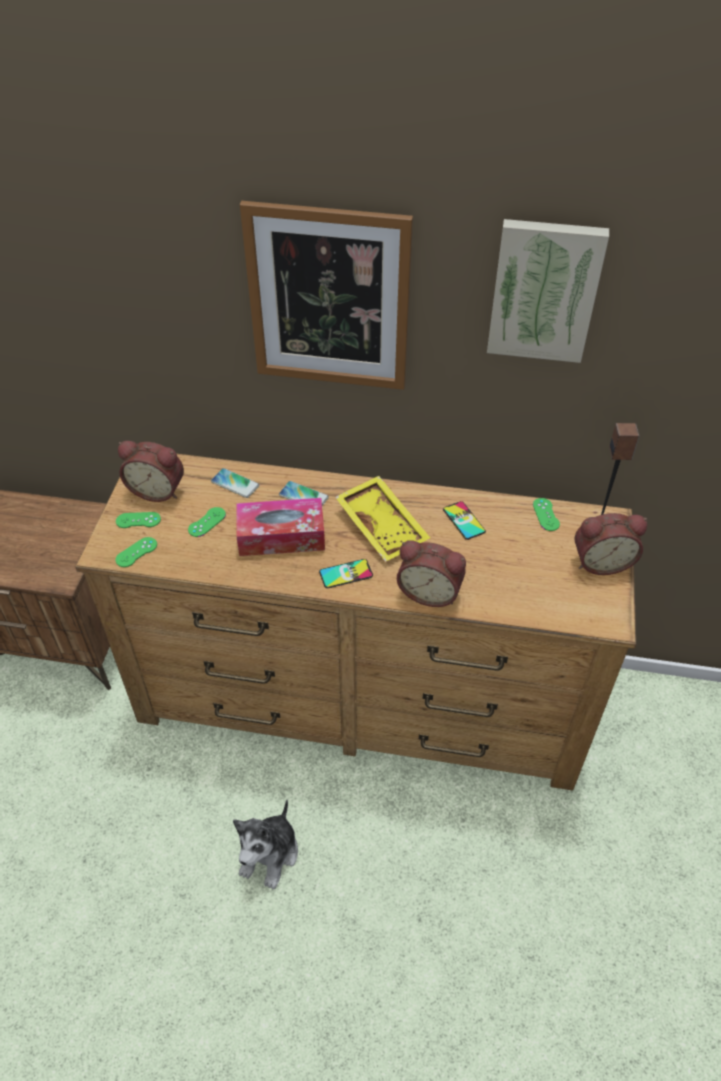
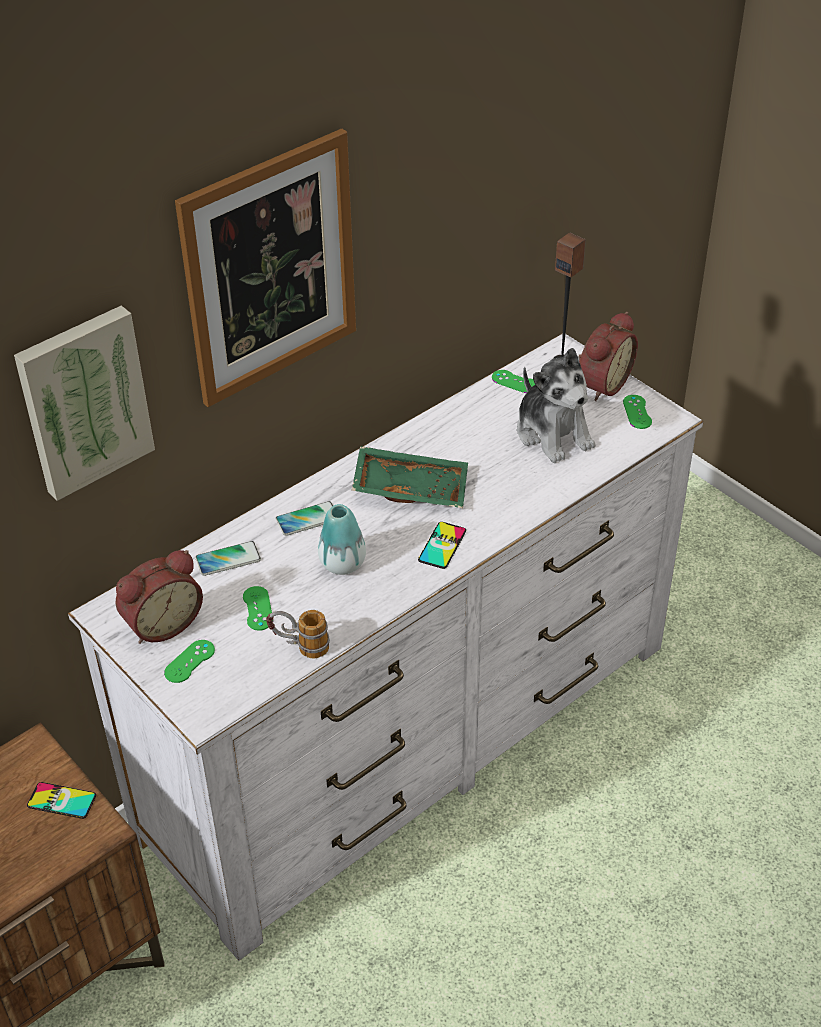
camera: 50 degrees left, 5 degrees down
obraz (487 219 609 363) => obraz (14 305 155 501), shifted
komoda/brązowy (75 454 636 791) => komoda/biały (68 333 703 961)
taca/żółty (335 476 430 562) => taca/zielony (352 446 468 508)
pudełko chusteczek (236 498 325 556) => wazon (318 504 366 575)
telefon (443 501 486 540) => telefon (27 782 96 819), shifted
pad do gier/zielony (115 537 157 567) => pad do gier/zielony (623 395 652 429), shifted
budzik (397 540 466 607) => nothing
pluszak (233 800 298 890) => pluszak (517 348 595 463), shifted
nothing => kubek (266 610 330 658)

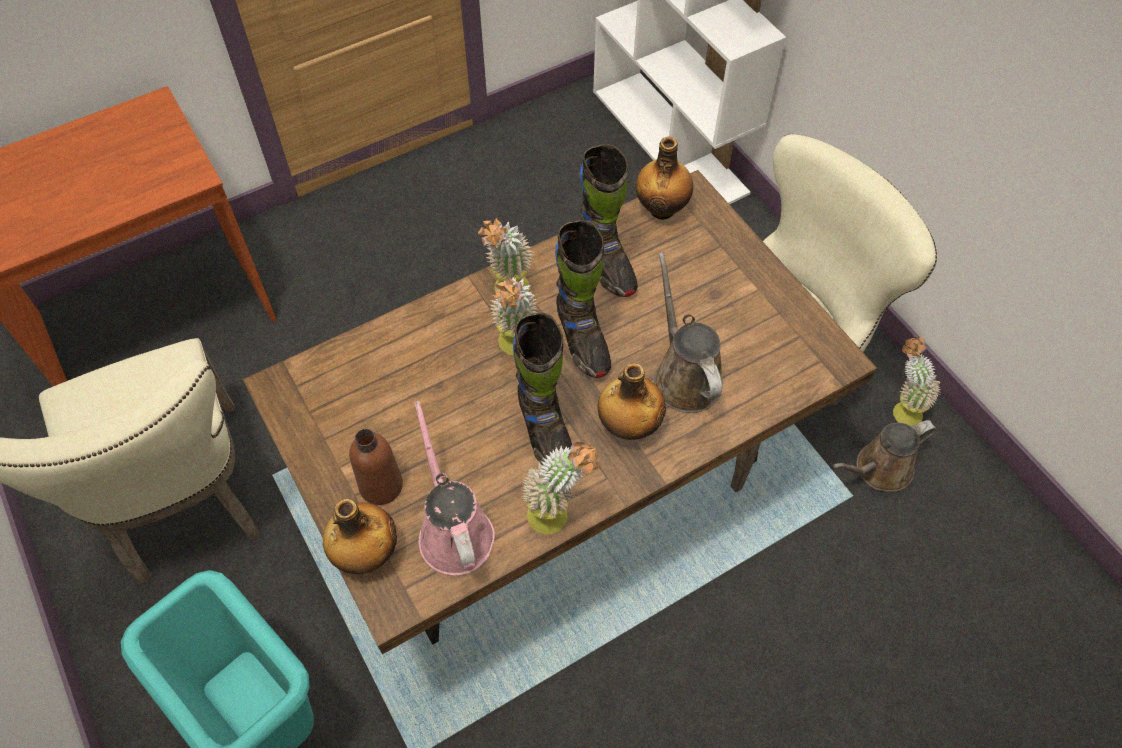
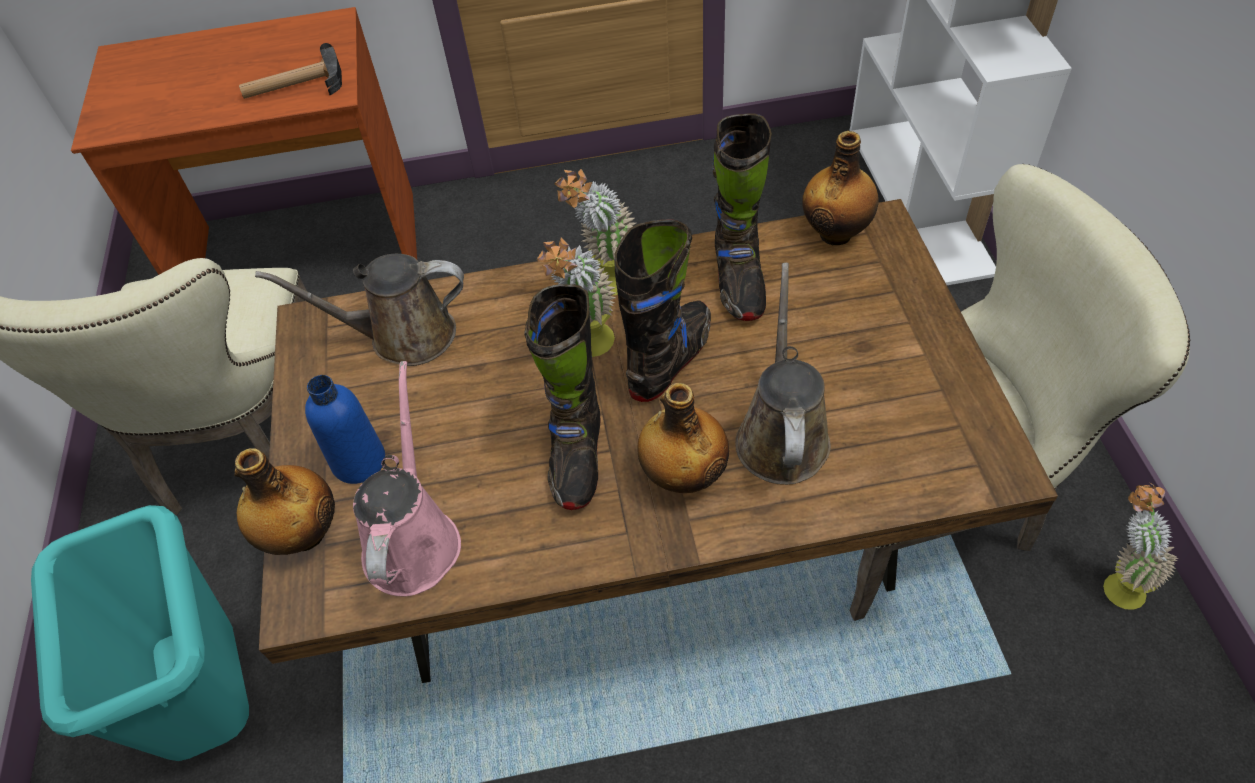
camera: 25 degrees right, 5 degrees down
but z cholewką/czarny (555 220 611 378) => but z cholewką/czarny (614 220 711 402), 150 degrees counterclockwise
konewka/brązowy (833 420 936 491) => konewka/brązowy (255 254 464 366), shifted
butelka/brązowy (349 429 403 505) => butelka/niebieski (305 375 385 484)
roślina doniczkowa (522 442 599 534) => nothing
nothing => młotek (239 43 342 99)

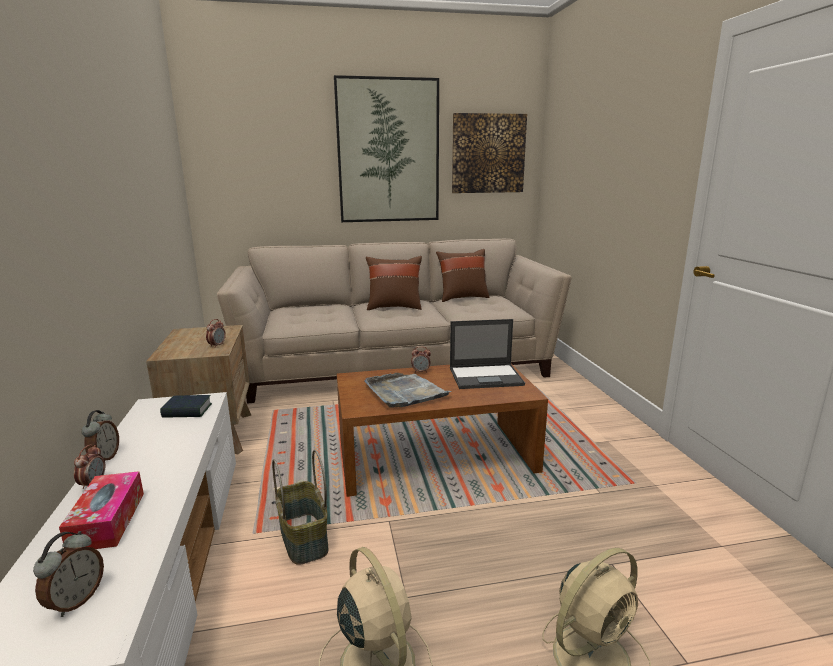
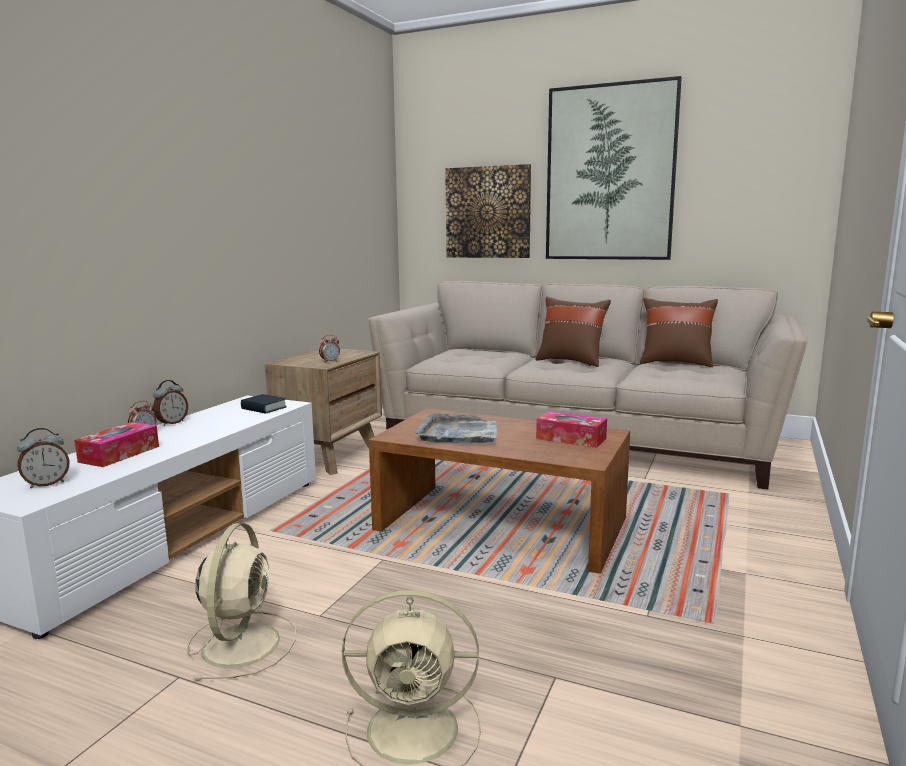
camera: 35 degrees right, 5 degrees down
obraz (452 113 527 193) => obraz (445 164 531 258), shifted
laptop (450 319 525 389) => pudełko chusteczek (536 411 607 448)
budzik (411 346 431 373) => nothing
koszyk (272 450 328 565) => nothing

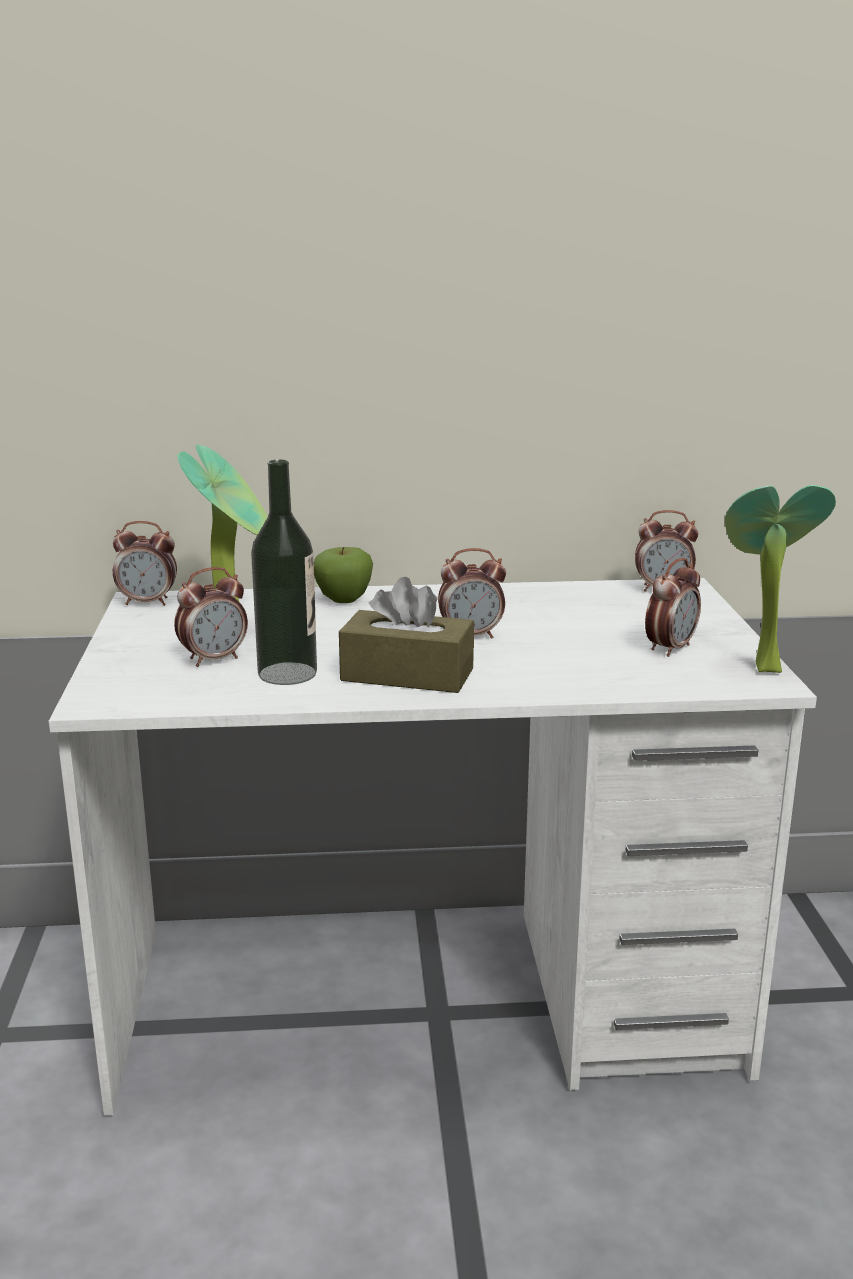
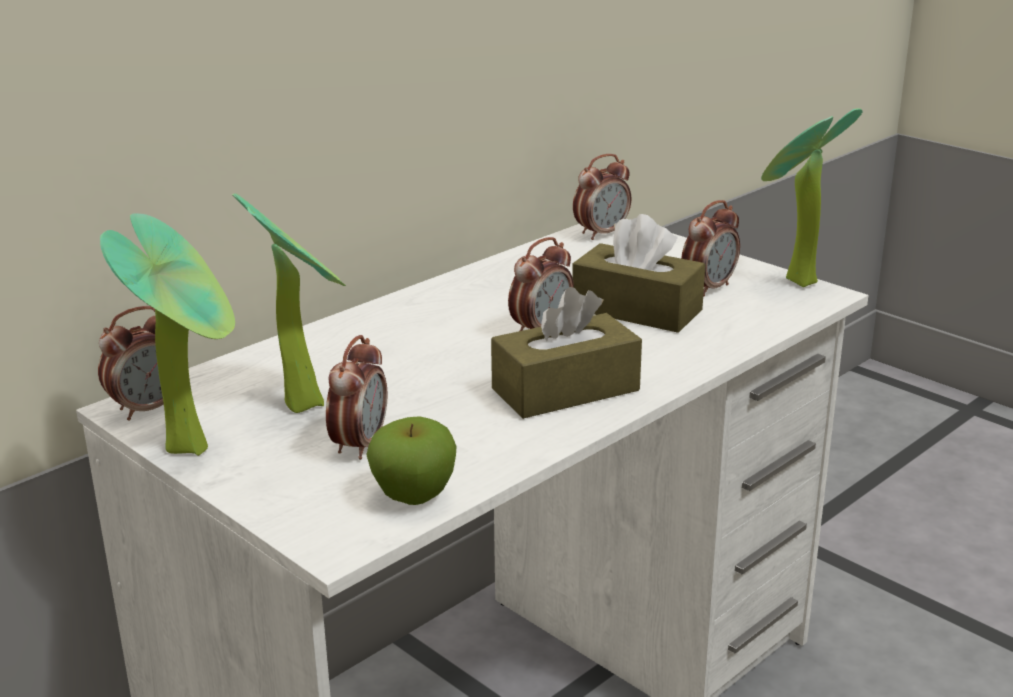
camera: 40 degrees left, 5 degrees up
butelka (251 460 317 685) => nothing
jabłko (314 547 373 603) => jabłko (366 416 456 505), shifted
budzik (645 558 701 657) => budzik (681 200 740 296), 45 degrees clockwise
nothing => roślina doniczkowa (100 213 235 456)
nothing => pudełko chusteczek/brązowy (572 214 705 333)

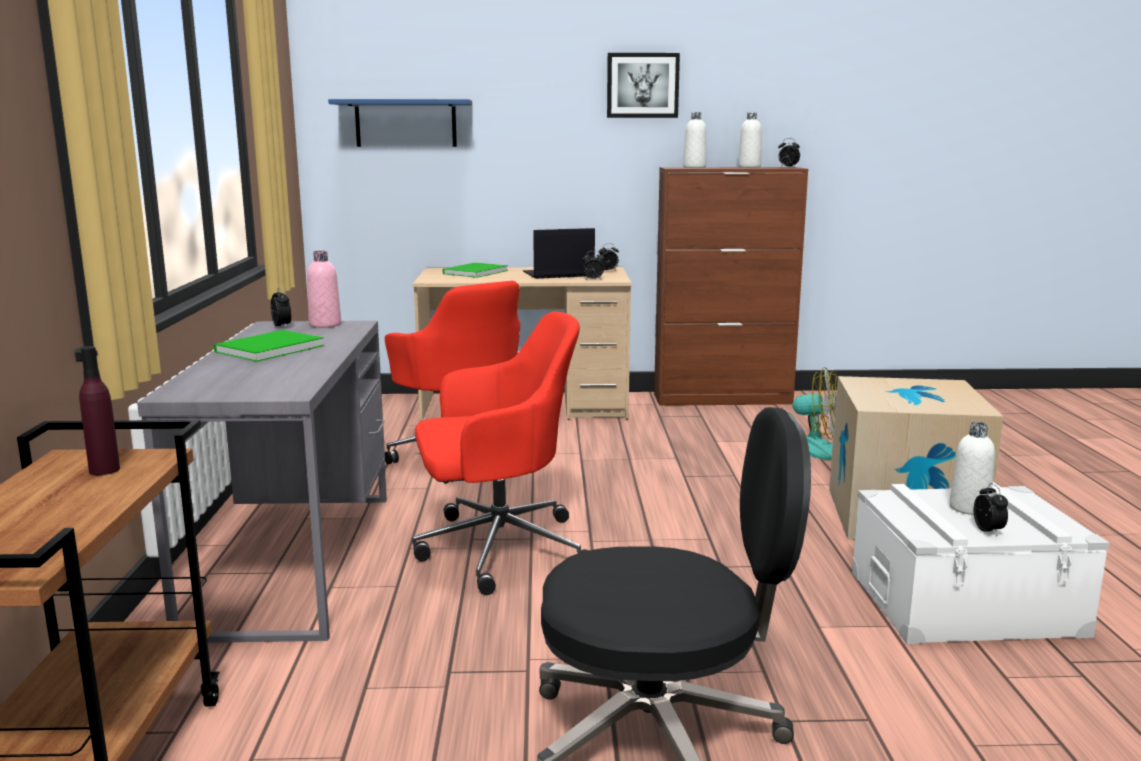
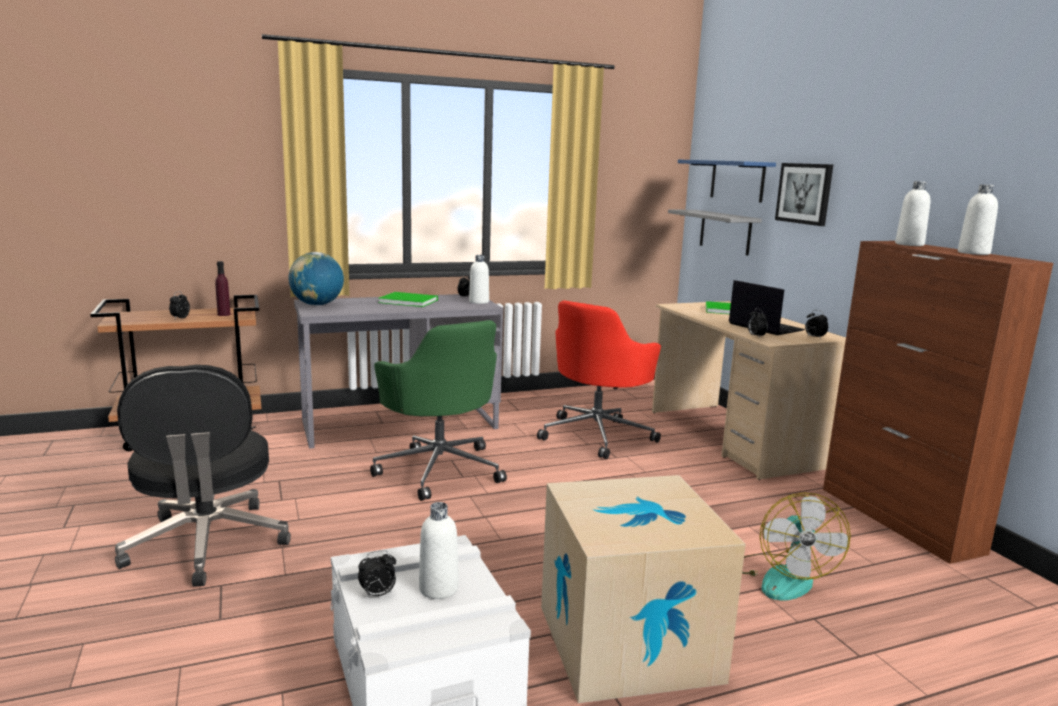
camera: 70 degrees right, 0 degrees up
obraz (607 53 680 118) => obraz (775 163 833 226), shifted
budzik (778 138 800 167) => budzik (169 291 190 319), shifted
butelka/różowy (307 251 341 328) => butelka/biały (469 255 489 304)
krzesło biurowe/czerwony (412 311 589 595) => krzesło biurowe/zielony (370 320 507 501)
nothing => półka/szary (668 209 762 256)
nothing => globus (289 252 344 305)

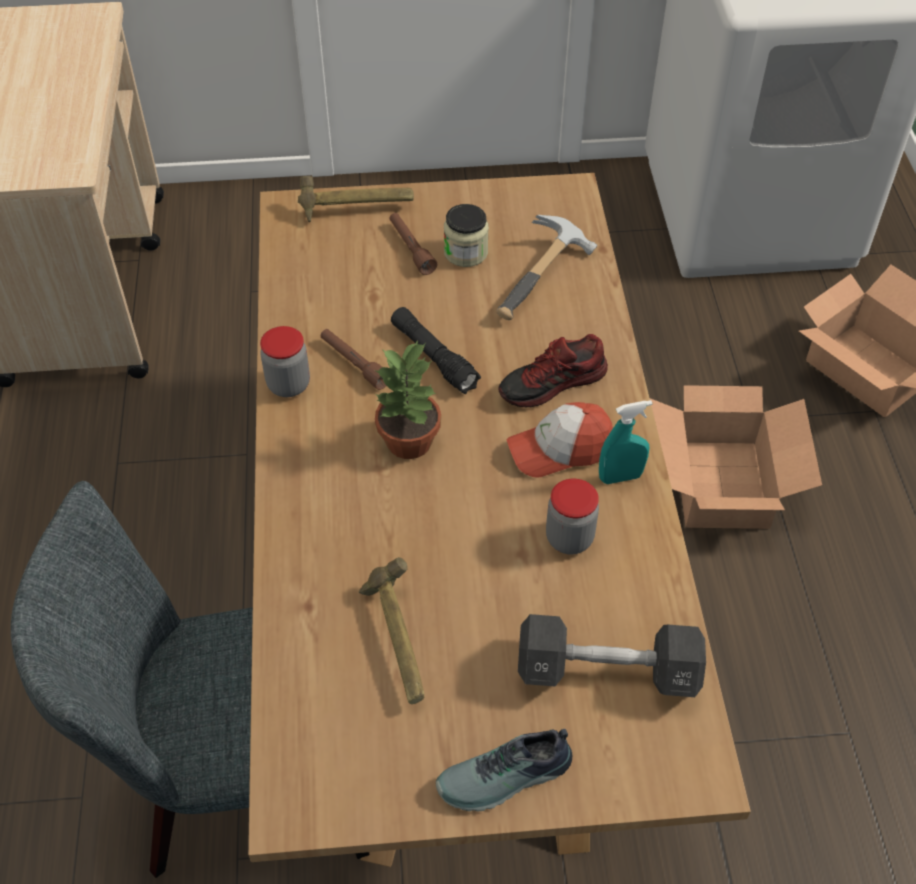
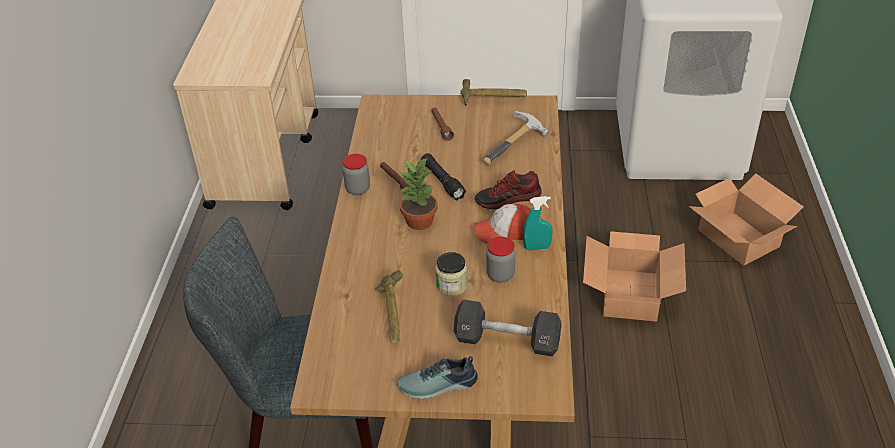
camera: 10 degrees right, 10 degrees down
młotek (298 176 414 222) => młotek (460 79 527 105), shifted
słoik (444 204 489 267) => słoik (435 252 468 296), shifted

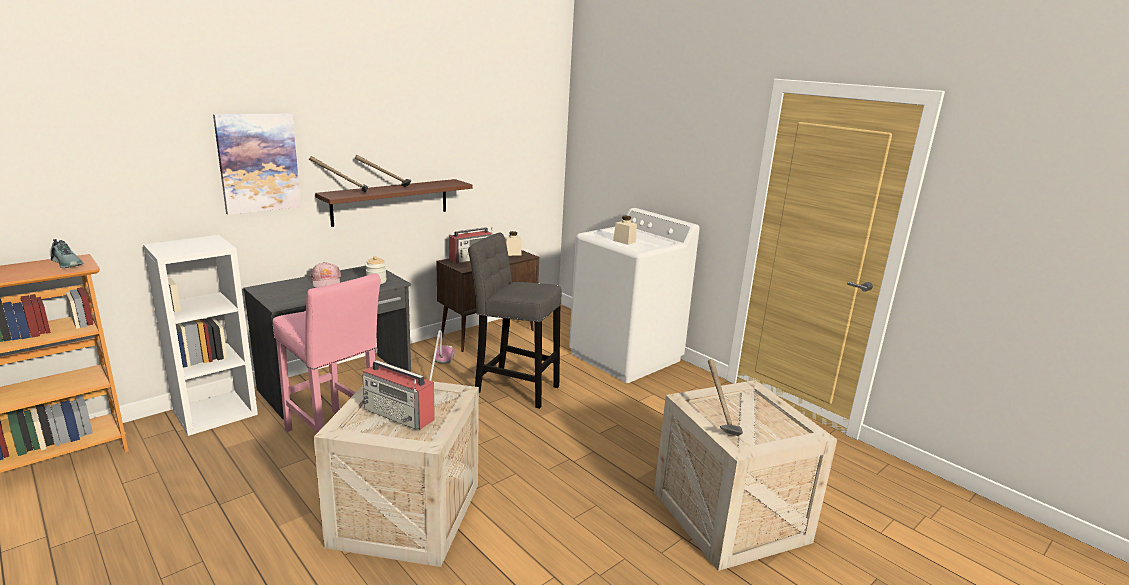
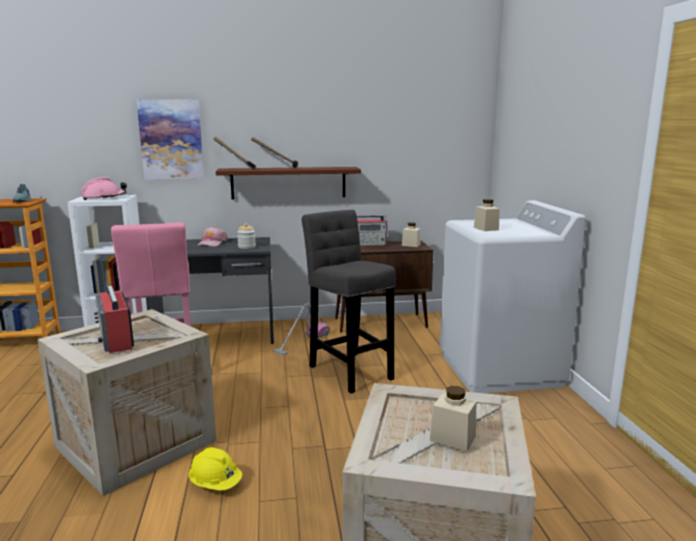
camera: 35 degrees right, 5 degrees down
młotek (708 359 743 436) => nothing
nothing => kask/różowy (81 177 127 200)
nothing => słoik/beżowy (430 386 476 452)
nothing => kask/żółty (189 447 242 491)

